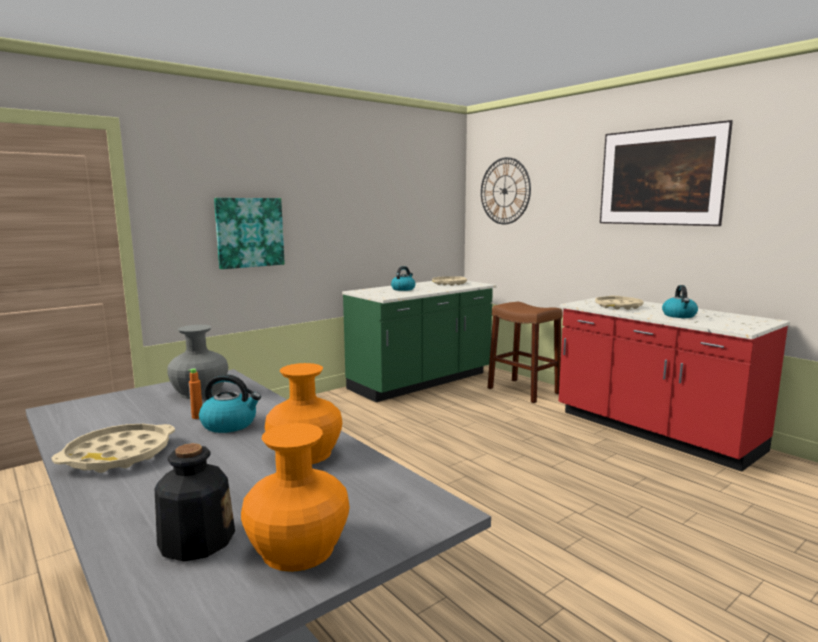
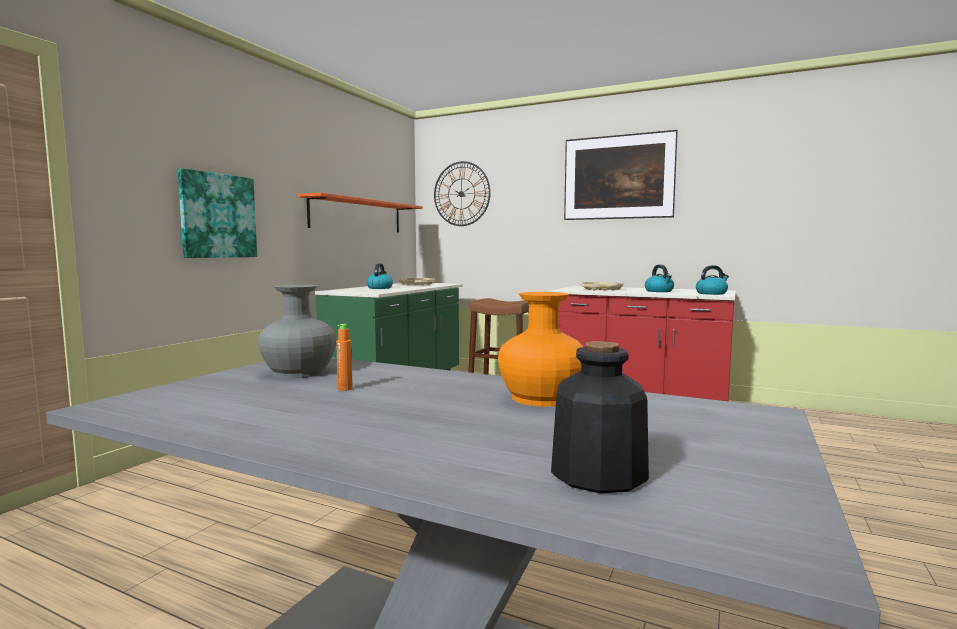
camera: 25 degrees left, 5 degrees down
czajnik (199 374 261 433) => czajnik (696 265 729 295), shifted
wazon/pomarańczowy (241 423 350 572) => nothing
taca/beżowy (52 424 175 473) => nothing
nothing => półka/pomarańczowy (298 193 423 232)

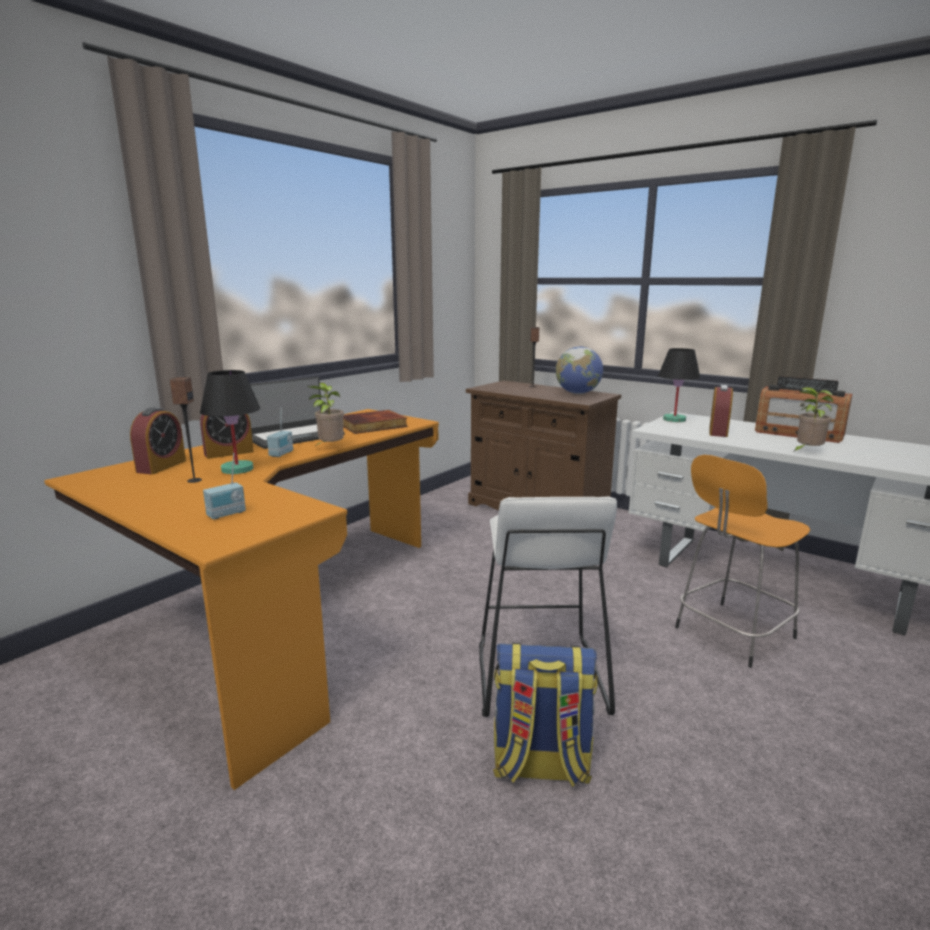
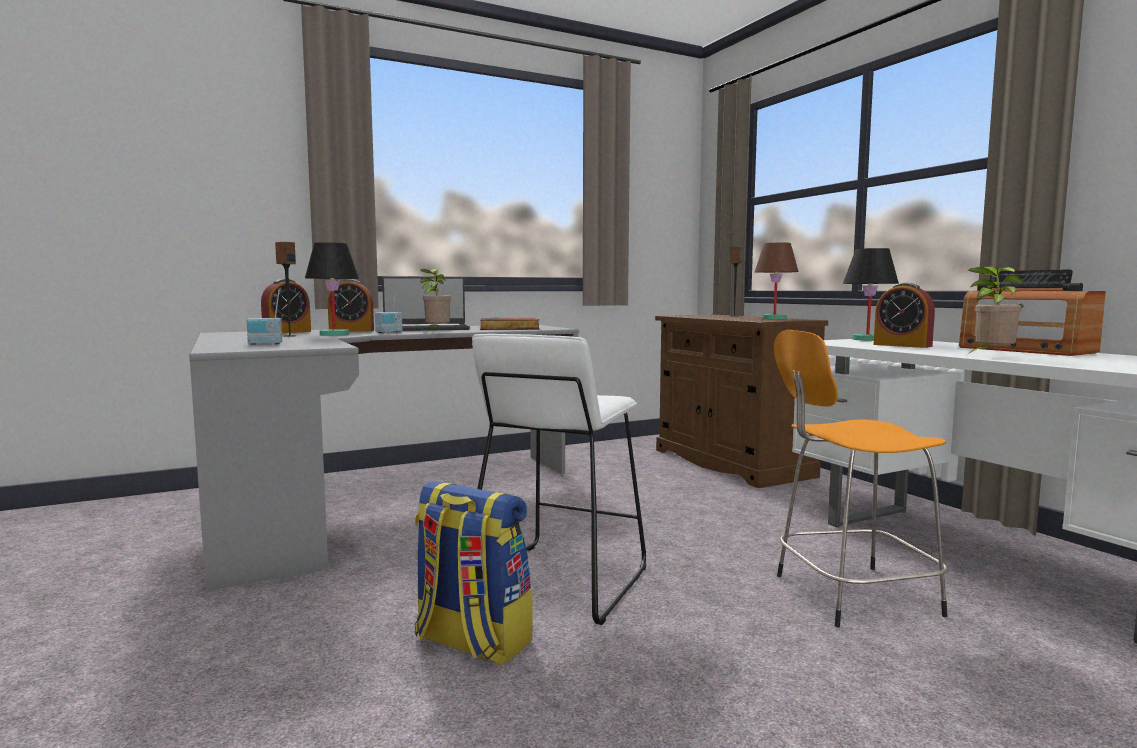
camera: 25 degrees right, 10 degrees down
globus (556 346 603 394) => lampa stołowa/brązowy (754 243 799 319)
budzik (709 385 733 437) => budzik (873 283 935 348), 90 degrees clockwise
biurko/pomarańczowy (44 409 439 790) => biurko/szary (189 325 579 591)

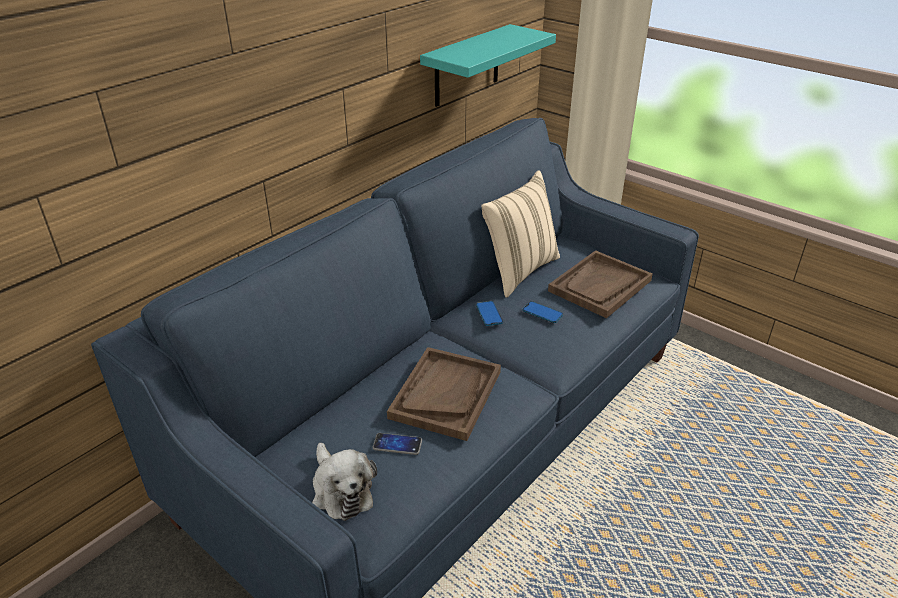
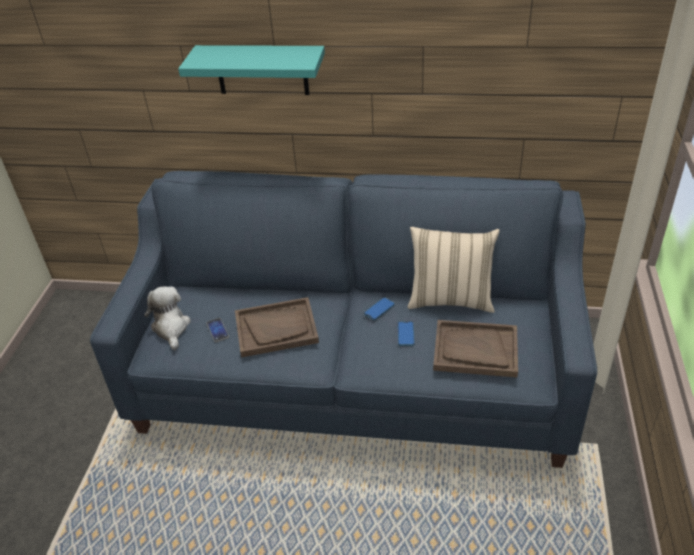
camera: 60 degrees right, 5 degrees up
półka/turkusowy (420 24 556 107) => półka/turkusowy (178 45 325 95), shifted
pluszak (312 443 377 521) => pluszak (144 286 191 350), 135 degrees clockwise

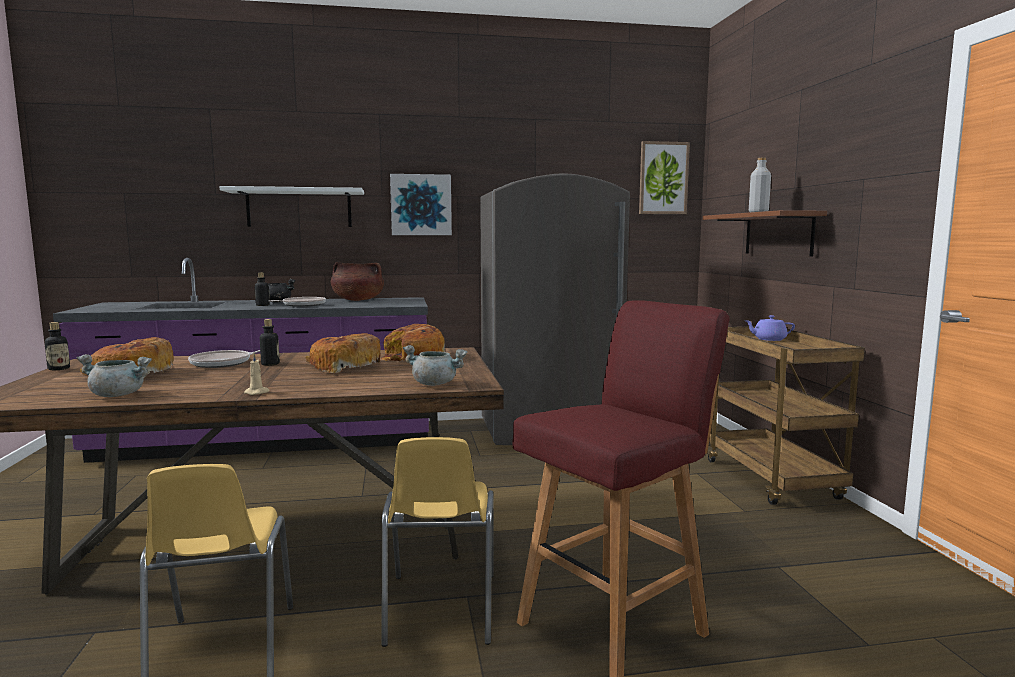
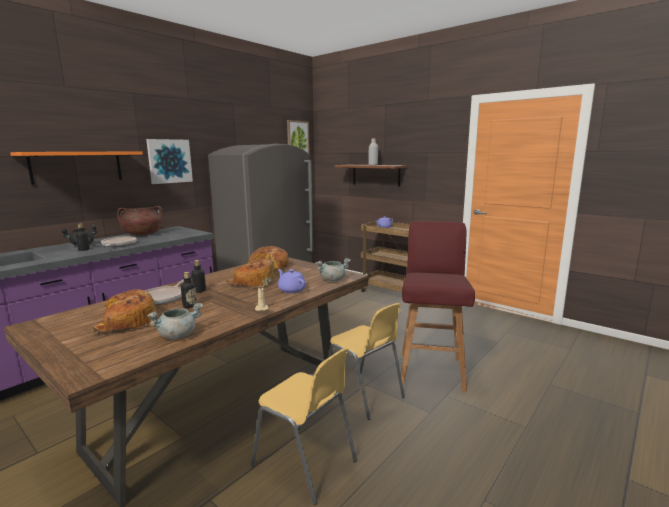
camera: 40 degrees left, 5 degrees up
półka/biały (220 186 364 227) => półka/pomarańczowy (10 151 143 185)
butelka (45 322 70 370) => butelka (181 272 197 308), shifted
nothing => imbryk/fioletowy (278 269 306 293)

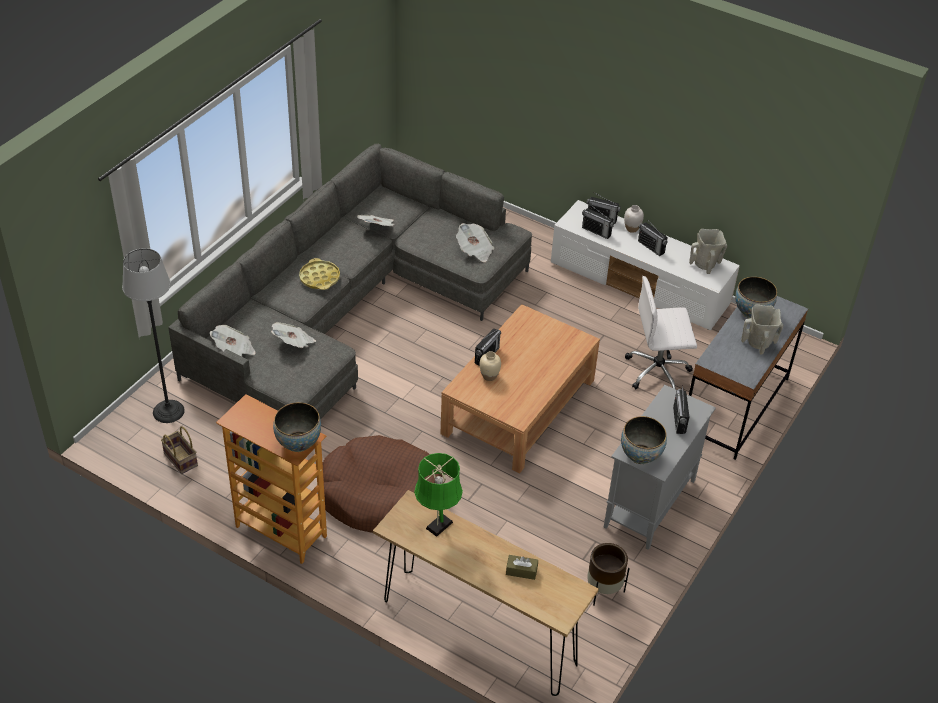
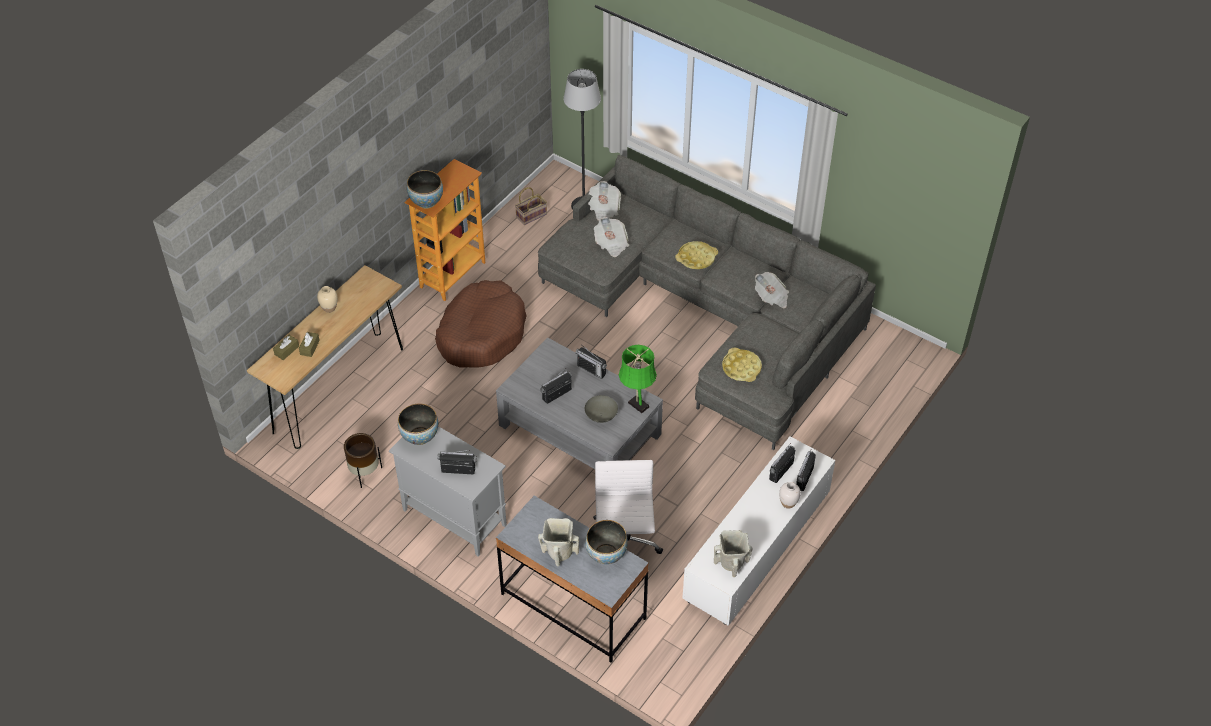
camera: 95 degrees right, 5 degrees up
radio (638 218 668 256) => radio (540 368 572 404), shifted
gazeta (456 223 494 262) => taca/żółty (722 348 762 382)
ława/brązowy (441 304 600 473) => ława/szary (496 337 663 469)
wazon/beżowy (480 351 501 381) => wazon/beżowy (317 286 337 313), shifted
lampa stołowa/zielony (414 453 463 537) => lampa stołowa/zielony (619 345 657 413), shifted
nothing => pudełko chusteczek/brązowy (273 335 299 360)
nothing => miska/szary (585 395 618 423)

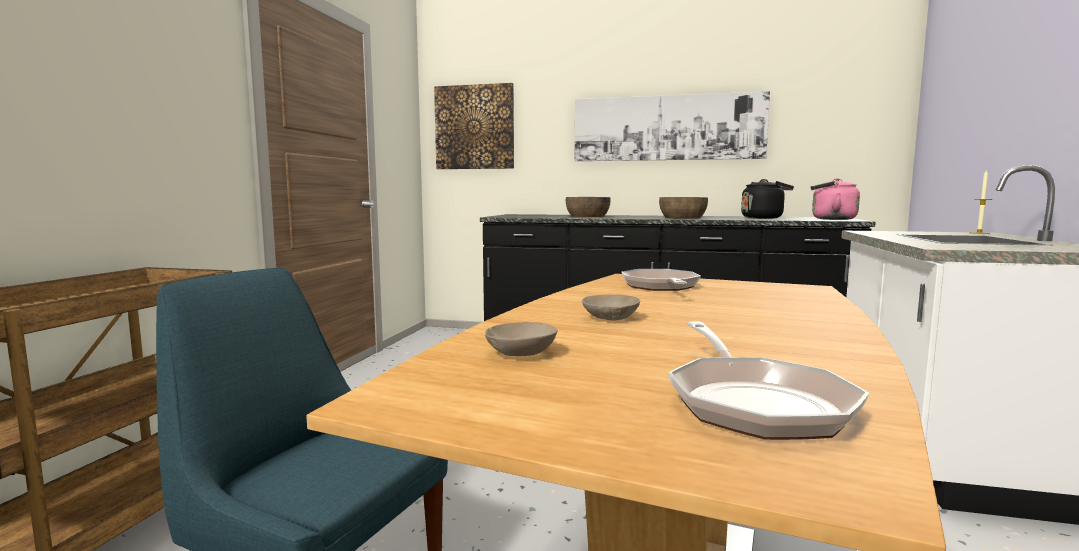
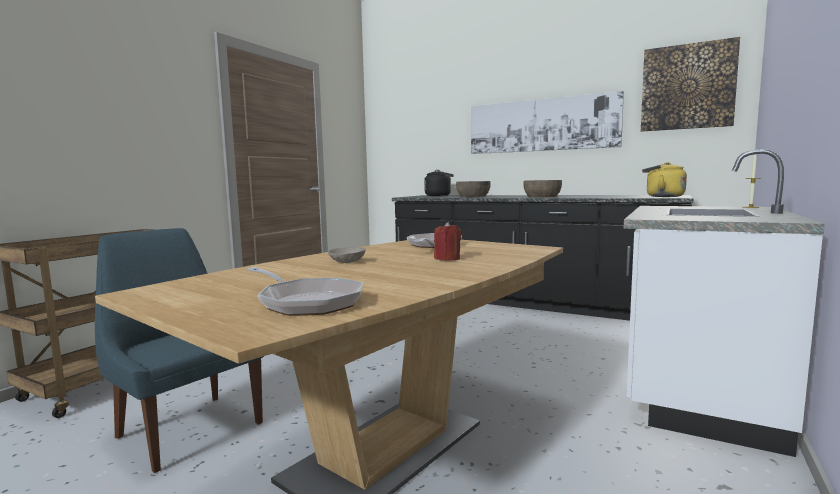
camera: 15 degrees right, 0 degrees up
obraz (434 83 514 169) => obraz (641 37 740 132), shifted
czajnik/różowy (811 178 860 220) => czajnik/żółty (642 162 687 197)
czajnik/czarny (741 179 794 219) => czajnik/czarny (424 170 454 196), shifted
patelnia (668 321 869 440) => patelnia (246 267 363 316), 60 degrees counterclockwise
miska/beżowy (485 322 557 356) => nothing
nothing => świeca/czerwony (434 222 462 261)

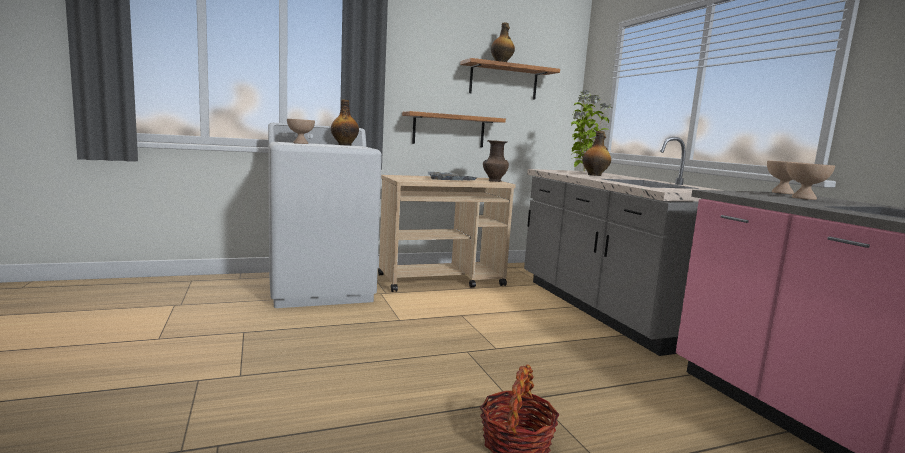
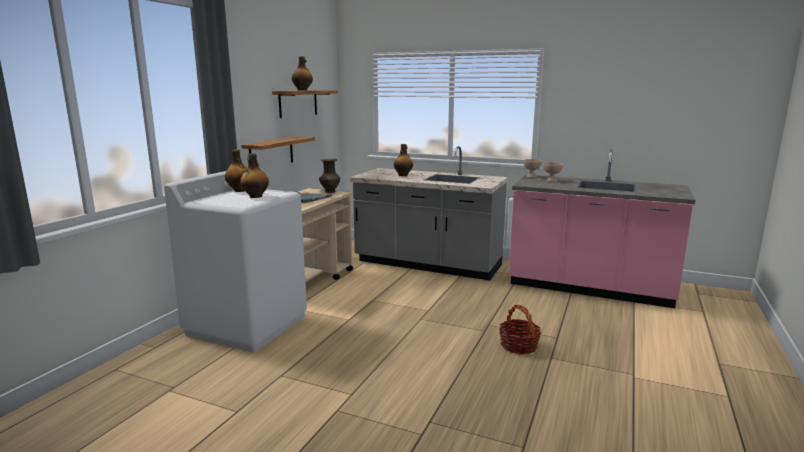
camera: 45 degrees left, 5 degrees up
roślina doniczkowa (571 90 612 172) => nothing
miska/beżowy (287 119 315 144) => nothing
nothing => butelka (240 153 269 198)

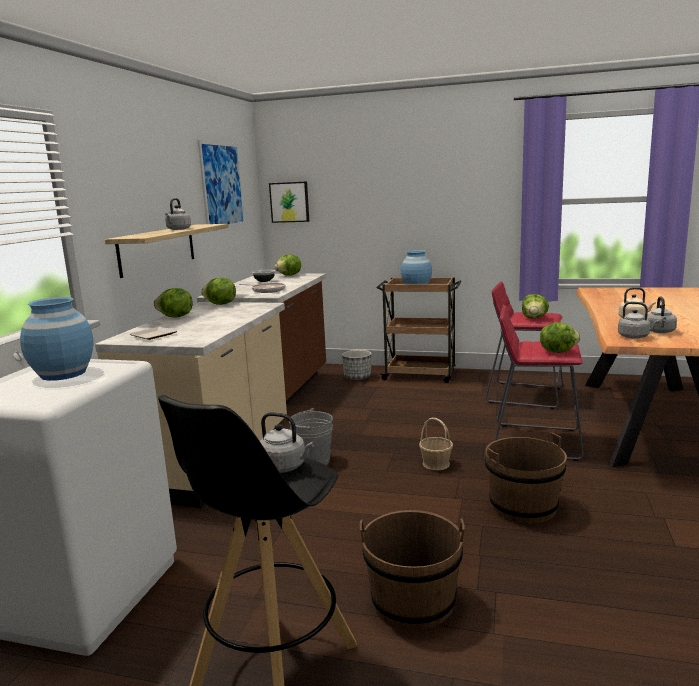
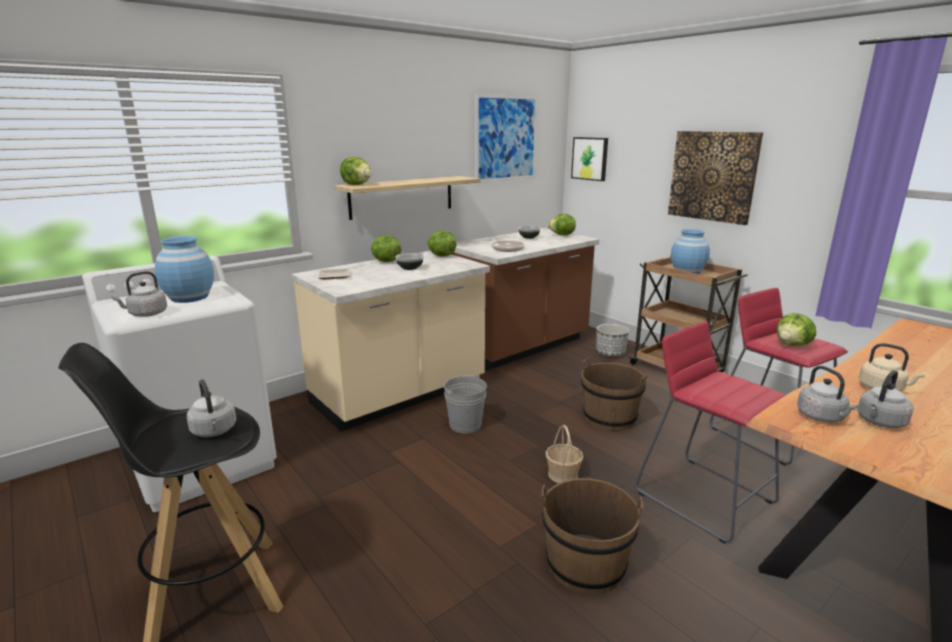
camera: 35 degrees right, 5 degrees up
czajnik/szary (165 198 191 230) => czajnik/szary (112 271 167 317), shifted
sałata (540 322 581 353) => sałata (340 157 371 185), shifted
wiadro/brązowy (360 510 465 630) => wiadro/brązowy (581 358 648 431), shifted
nothing => obraz (668 131 763 225)
nothing => miska (395 253 424 270)

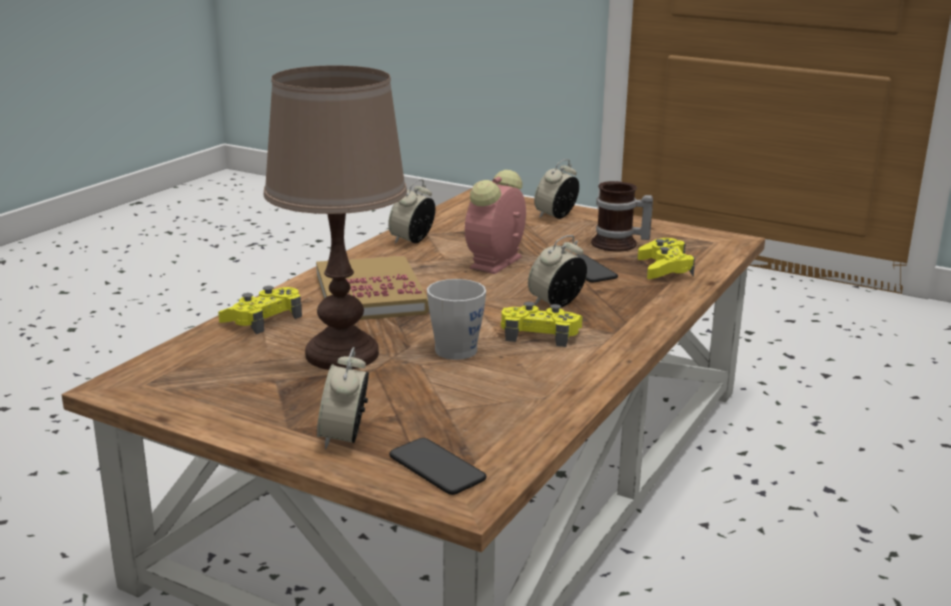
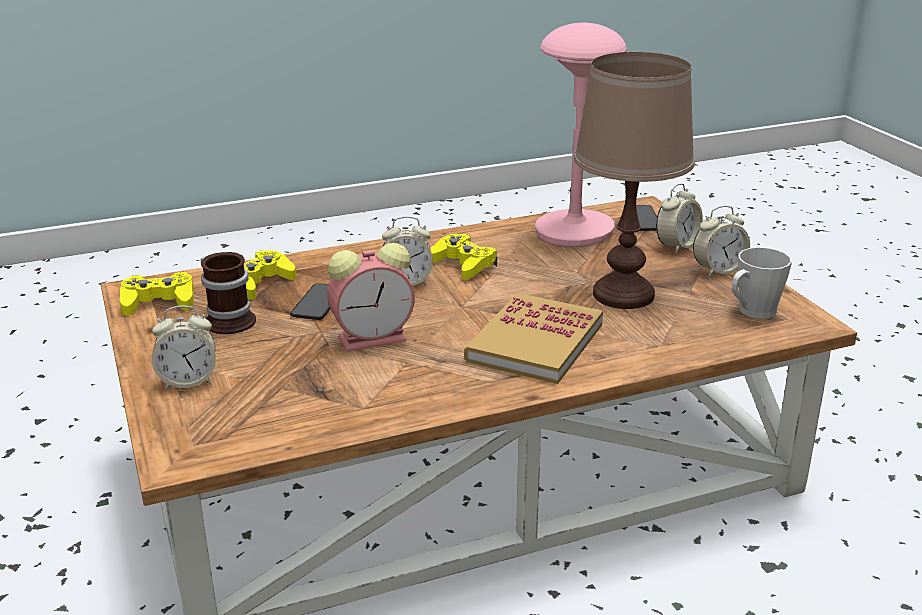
camera: 140 degrees left, 5 degrees up
budzik (388 179 435 244) => budzik (693 206 750 277), shifted
kubek/szary (427 279 486 360) => kubek/szary (732 247 792 319), shifted
pad do gier/żółty (218 286 302 334) => pad do gier/żółty (120 272 194 316), shifted
nothing => lampa stołowa/różowy (535 23 627 247)

